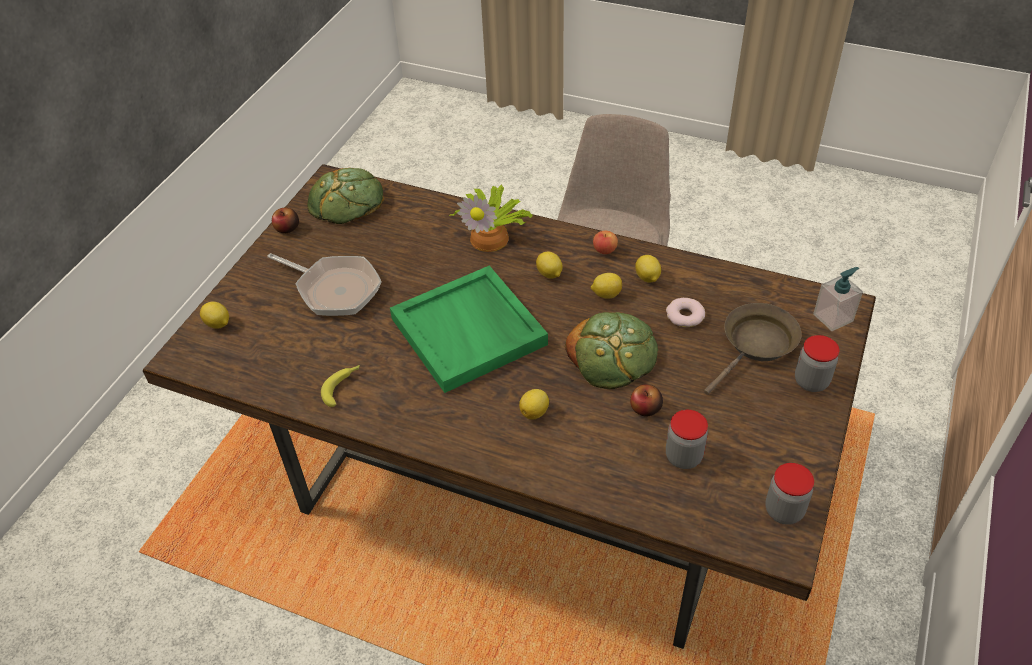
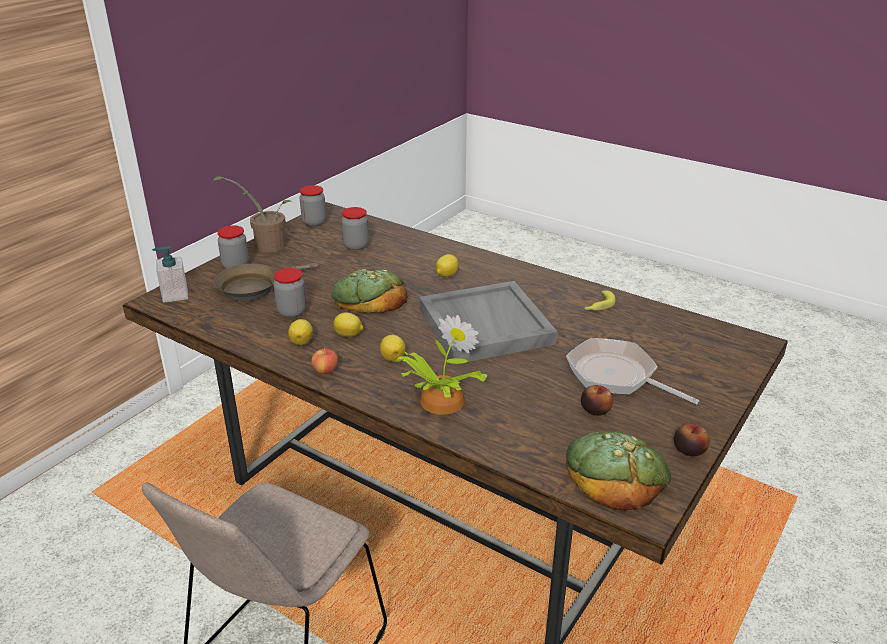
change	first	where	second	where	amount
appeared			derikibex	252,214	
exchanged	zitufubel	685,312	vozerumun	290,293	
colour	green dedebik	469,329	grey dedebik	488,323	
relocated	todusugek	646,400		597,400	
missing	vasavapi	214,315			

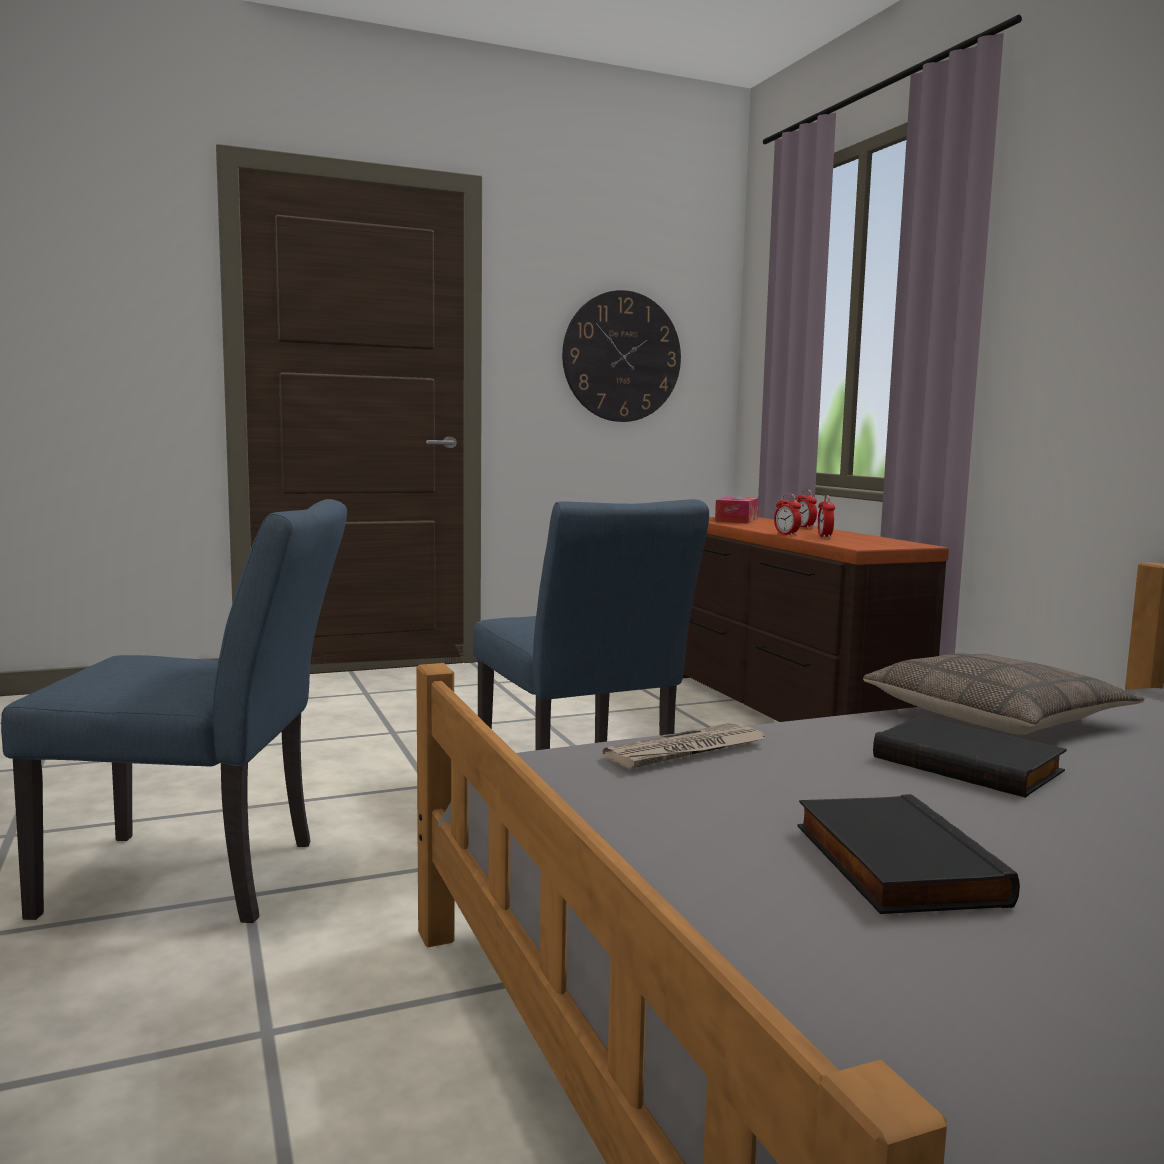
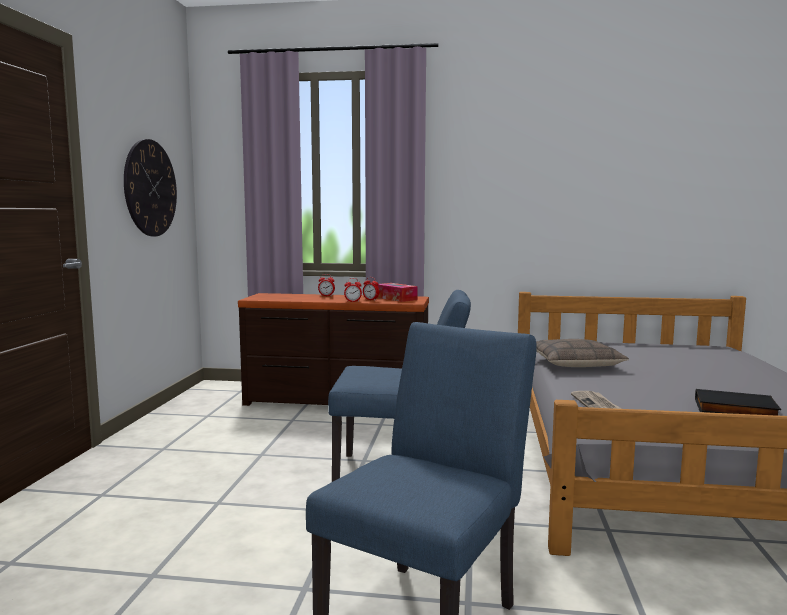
change	first	where	second	where	amount
relocated	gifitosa	737,509		397,292	
missing	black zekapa	970,757			

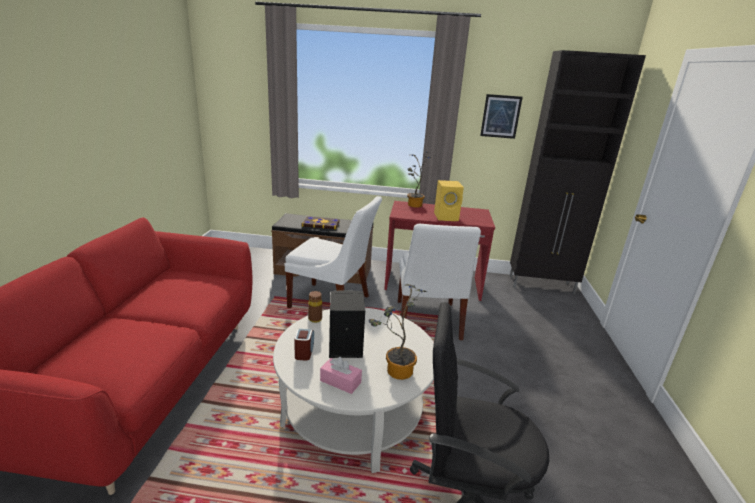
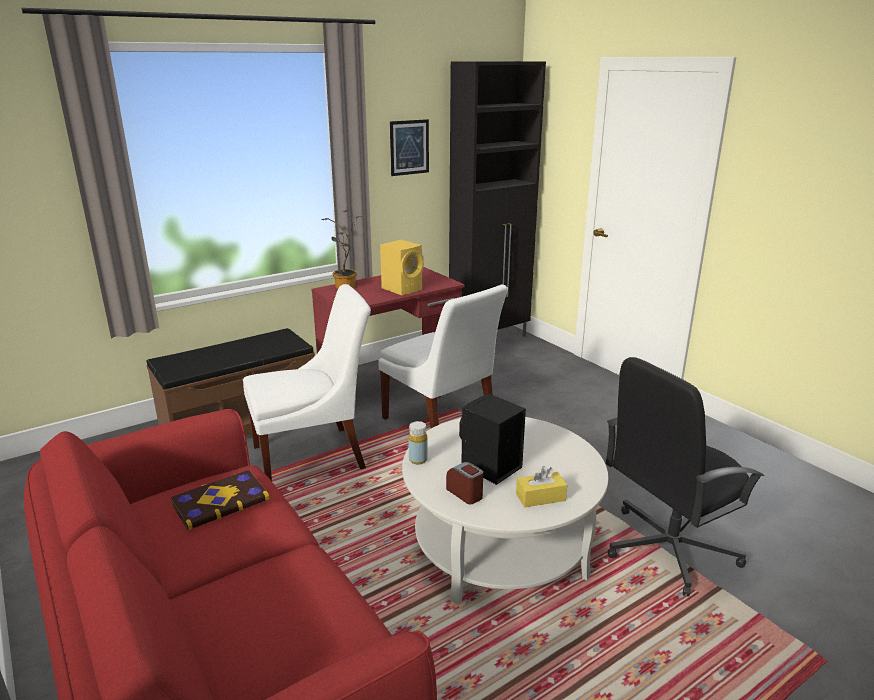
change	first	where	second	where	amount
relocated	zekapa	321,222		220,500	
colour	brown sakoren	315,307	yellow sakoren	418,443	
colour	pink gifitosa	341,375	yellow gifitosa	541,486	
missing	derikibex	398,332			

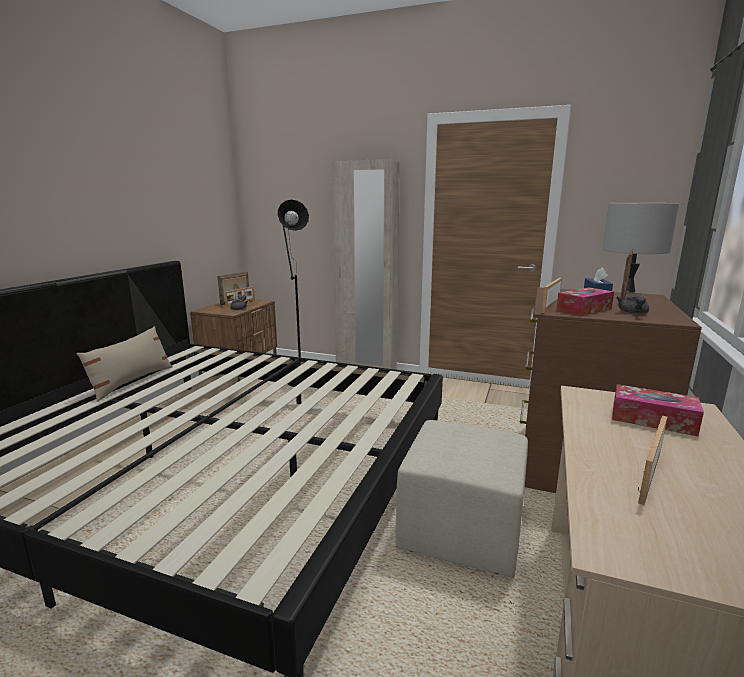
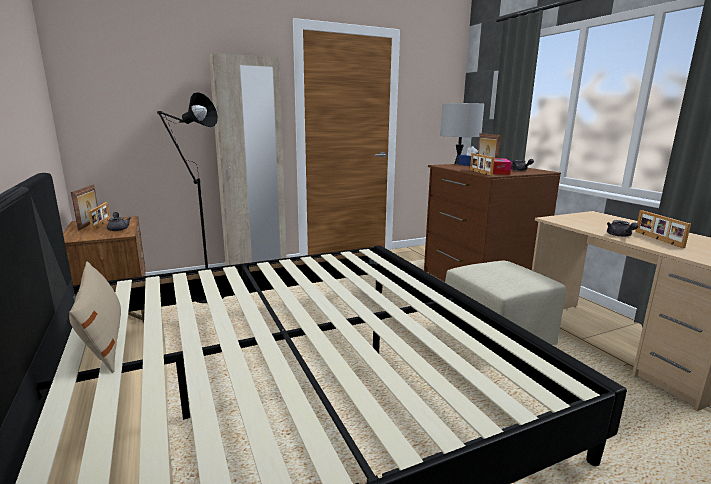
change	first	where	second	where	amount
appeared			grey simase	622,228	
missing	gifitosa	658,410			

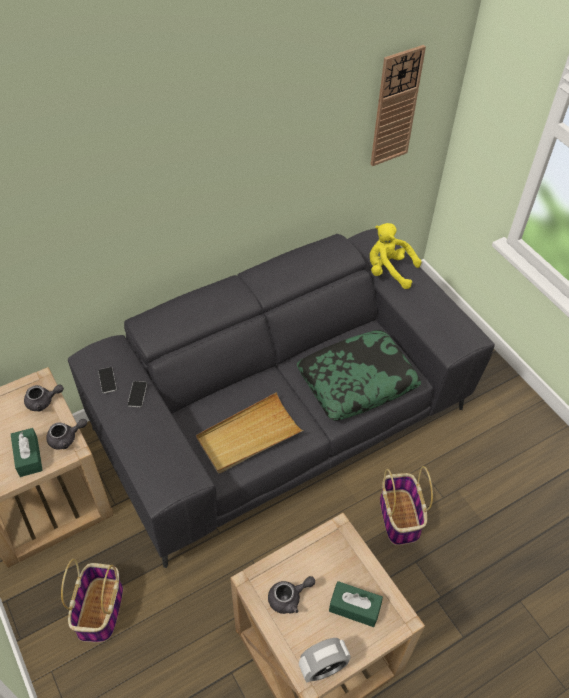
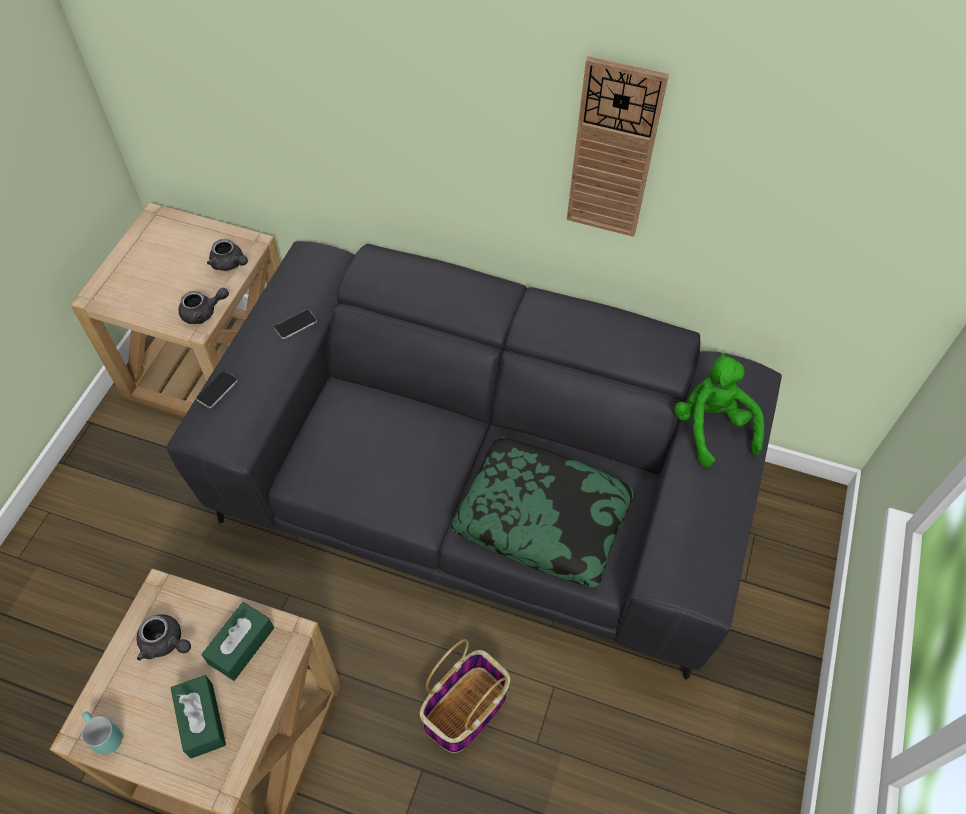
change	first	where	second	where	amount
exchanged	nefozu	325,660	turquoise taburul	102,733	
spun	grey simase	66,434		204,306	45 degrees counterclockwise
relocated	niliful	107,380		217,389	
relocated	green gifitosa	27,452		237,641	
relocated	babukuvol	398,105		618,146	
colour	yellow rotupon	396,256	green rotupon	719,410	
missing	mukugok	92,600			
missing	beige dedebik	250,432			

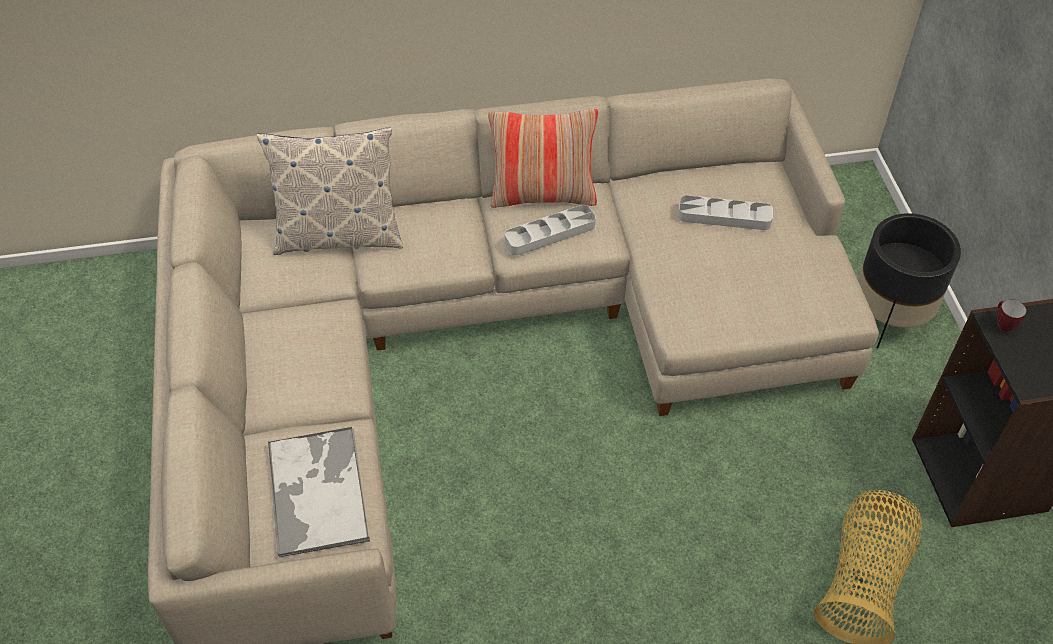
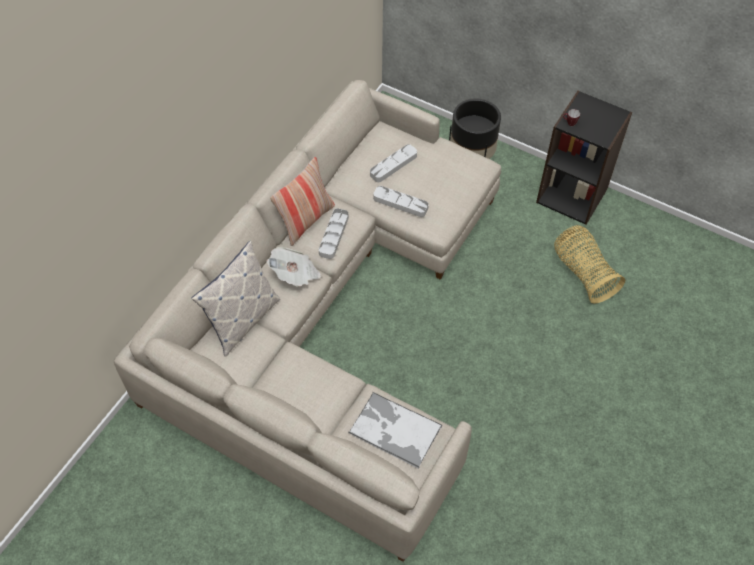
change	first	where	second	where	amount
appeared			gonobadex	294,266	
appeared			grey dedebik	401,201	

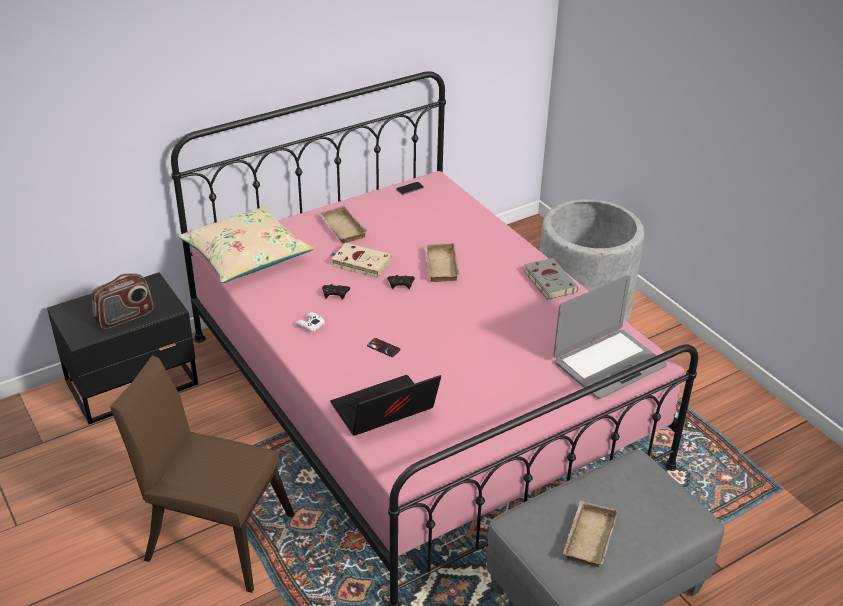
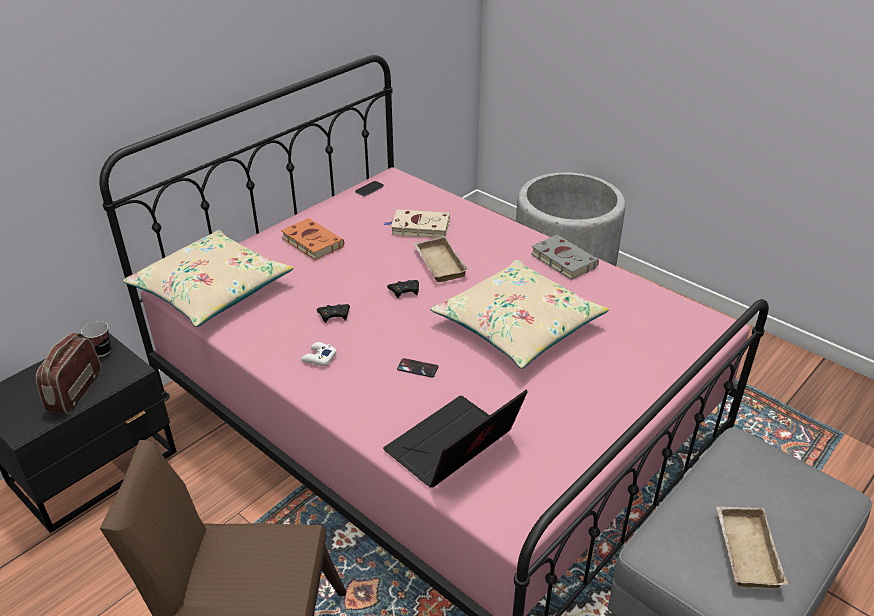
change	first	where	second	where	amount
spun	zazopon	123,301		68,373	150 degrees clockwise
appeared			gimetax	96,339	
exchanged	beige dedebik	343,224	orange zekapa	312,239	
relocated	beige zekapa	361,260		417,223	
appeared			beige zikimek	519,314	
missing	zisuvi	610,337			

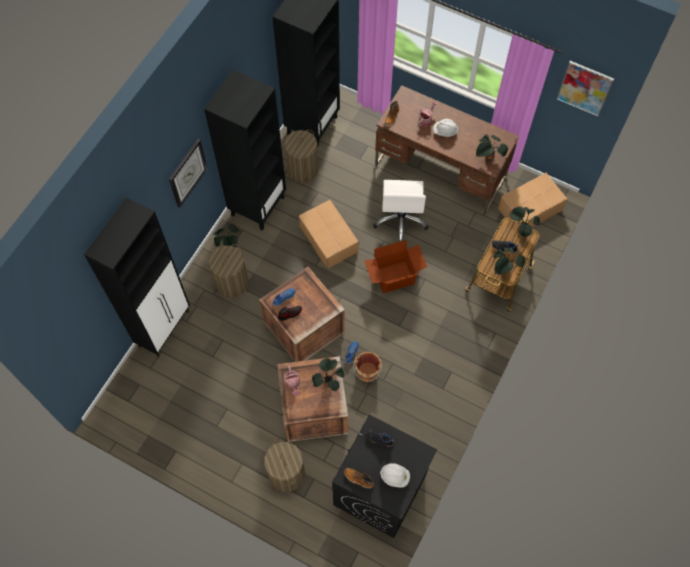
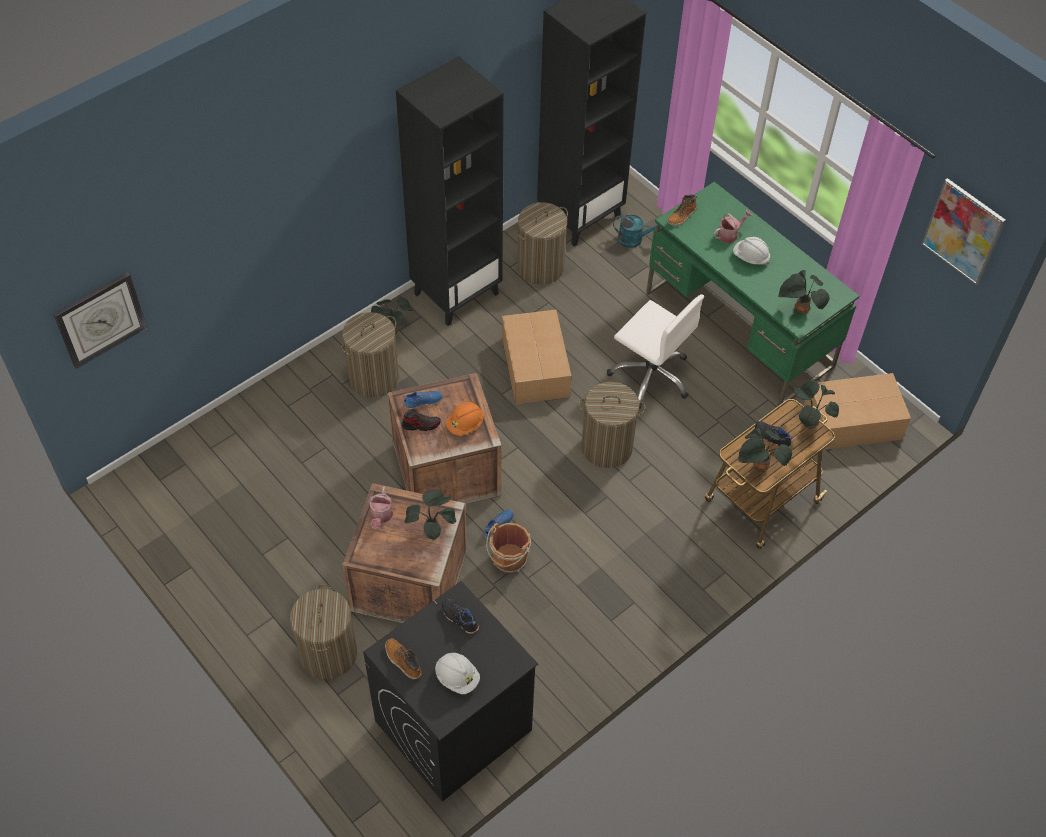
change	first	where	second	where	amount
relocated	babukuvol	188,173		100,320	
appeared			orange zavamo	465,419	
exchanged	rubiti	395,266	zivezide	612,425	
spun	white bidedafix	400,211		655,351	75 degrees counterclockwise
appeared			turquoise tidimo	635,231	
colour	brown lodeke	447,150	green lodeke	752,294	
missing	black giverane	137,277			

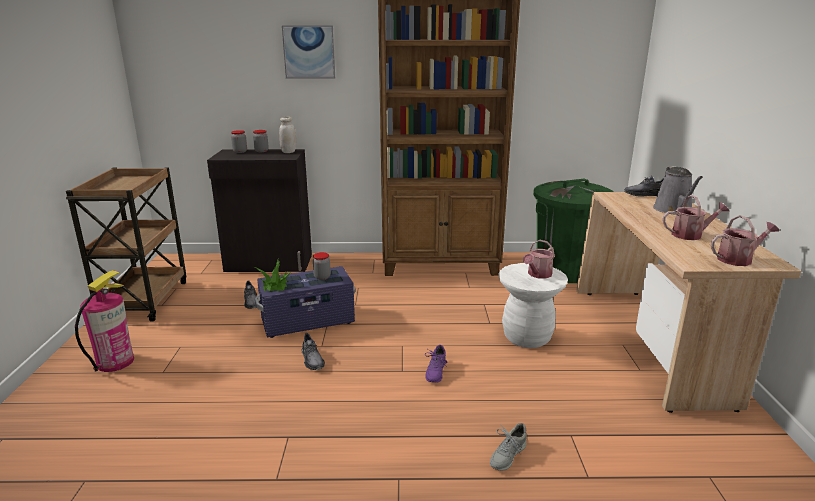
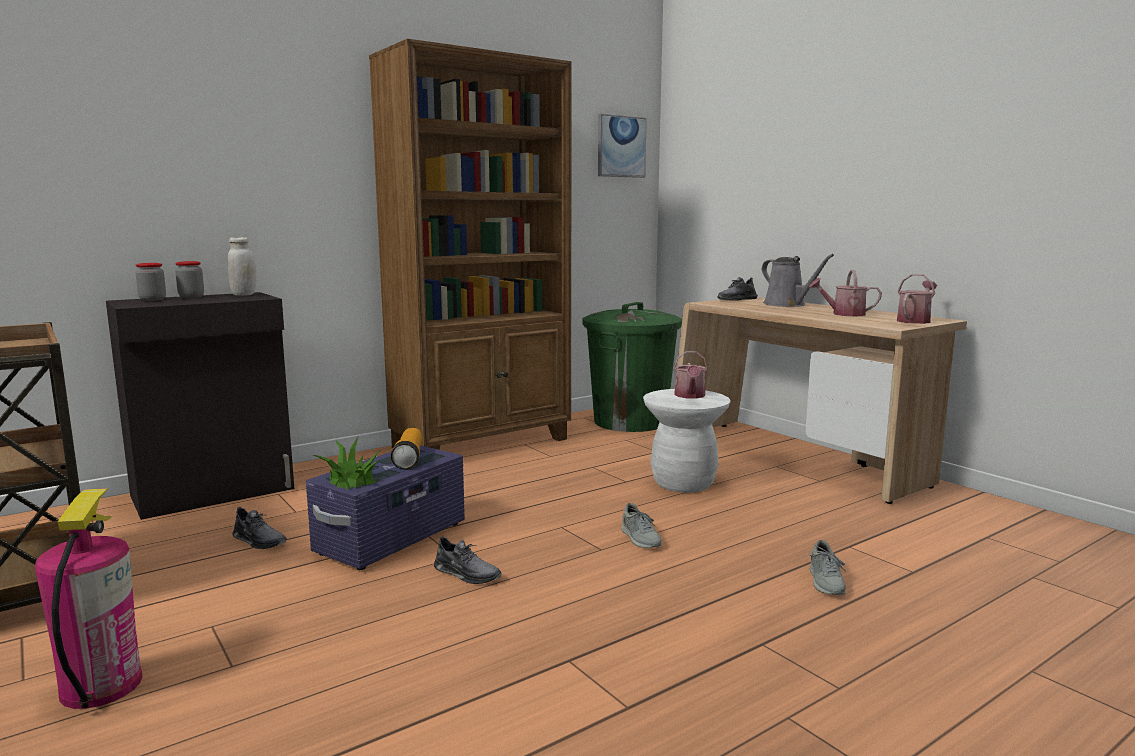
change	first	where	second	where	amount
exchanged	vozerumun	322,266	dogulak	406,448	
relocated	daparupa	308,52		622,146	
colour	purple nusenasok	436,364	grey nusenasok	642,525	
spun	tidimo	696,217		845,293	135 degrees counterclockwise

